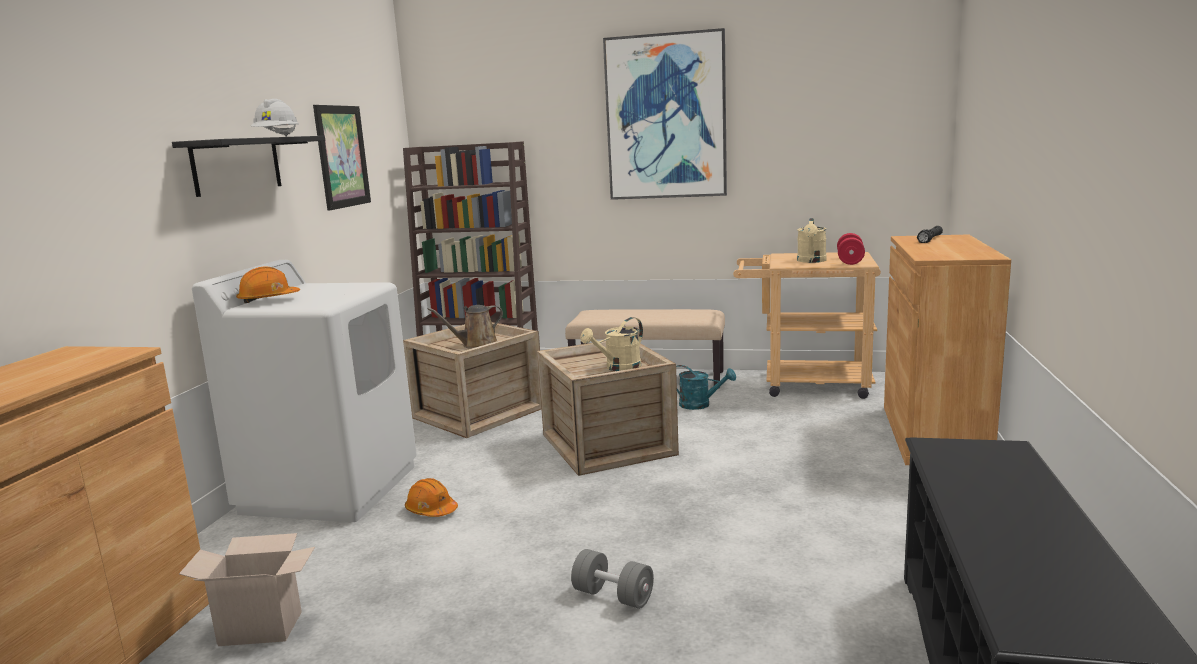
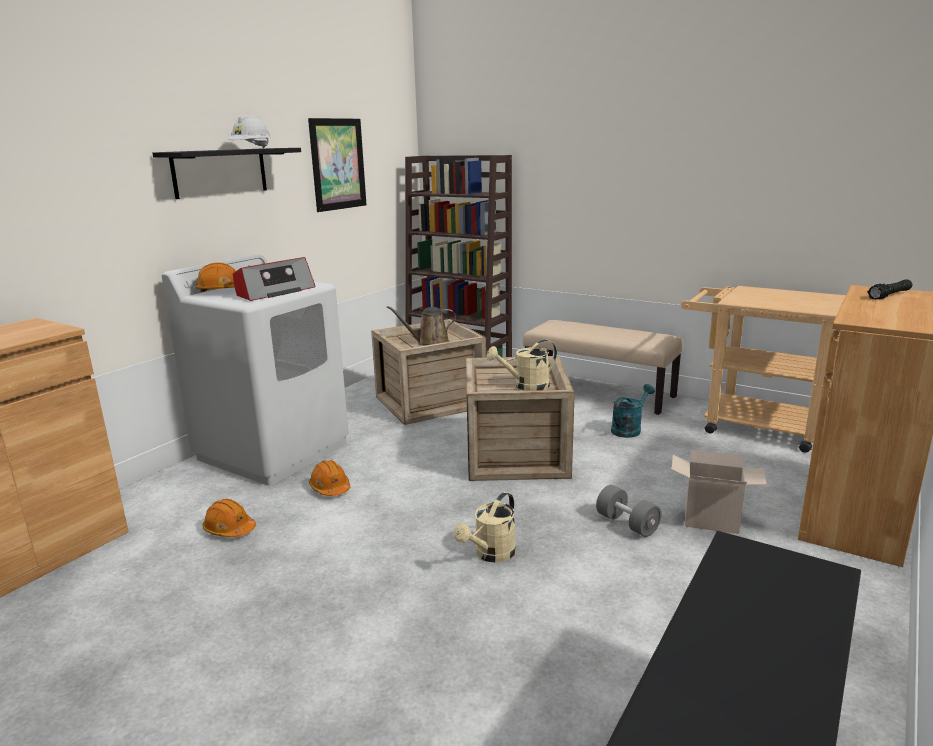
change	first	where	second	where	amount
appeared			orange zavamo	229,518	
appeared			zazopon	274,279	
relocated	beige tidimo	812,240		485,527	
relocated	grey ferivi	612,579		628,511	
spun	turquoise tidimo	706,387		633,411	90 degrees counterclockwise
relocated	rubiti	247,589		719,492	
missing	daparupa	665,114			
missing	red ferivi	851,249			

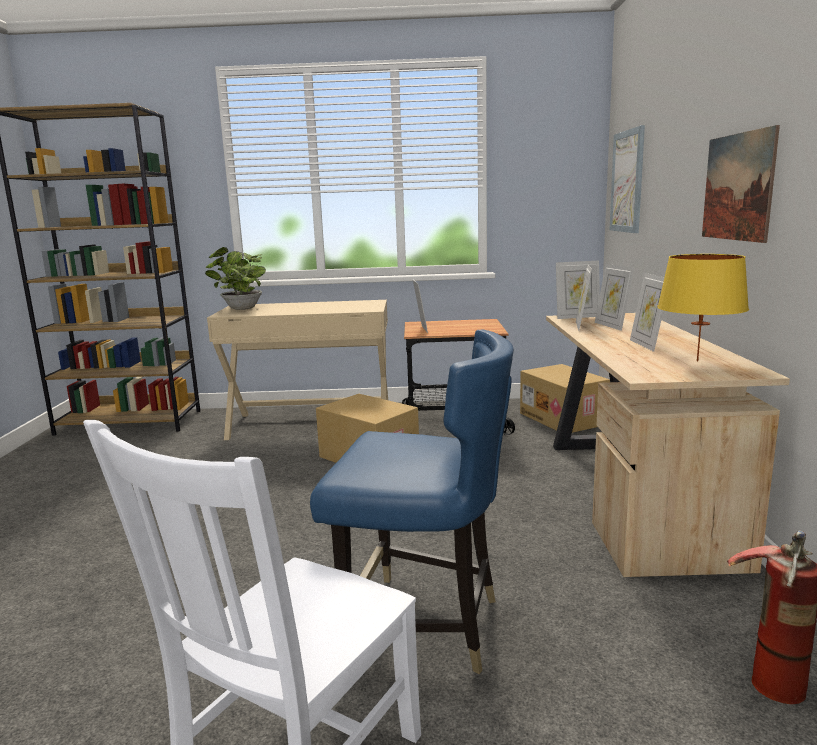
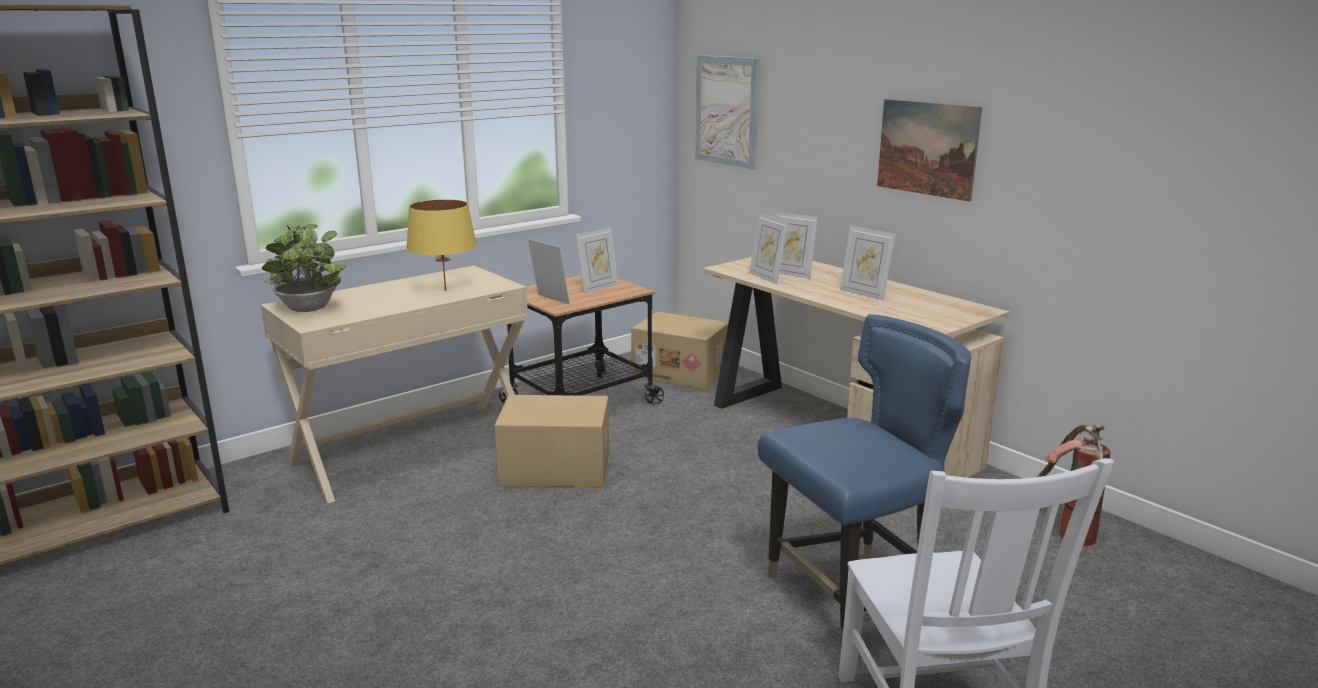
change	first	where	second	where	amount
relocated	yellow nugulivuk	703,307		441,245	
relocated	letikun	578,290		597,260	

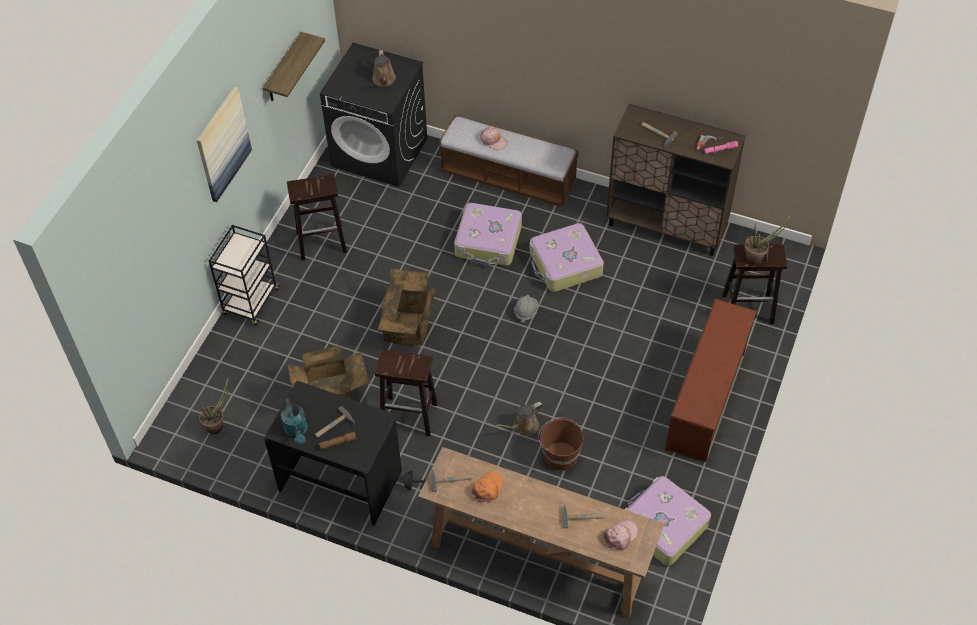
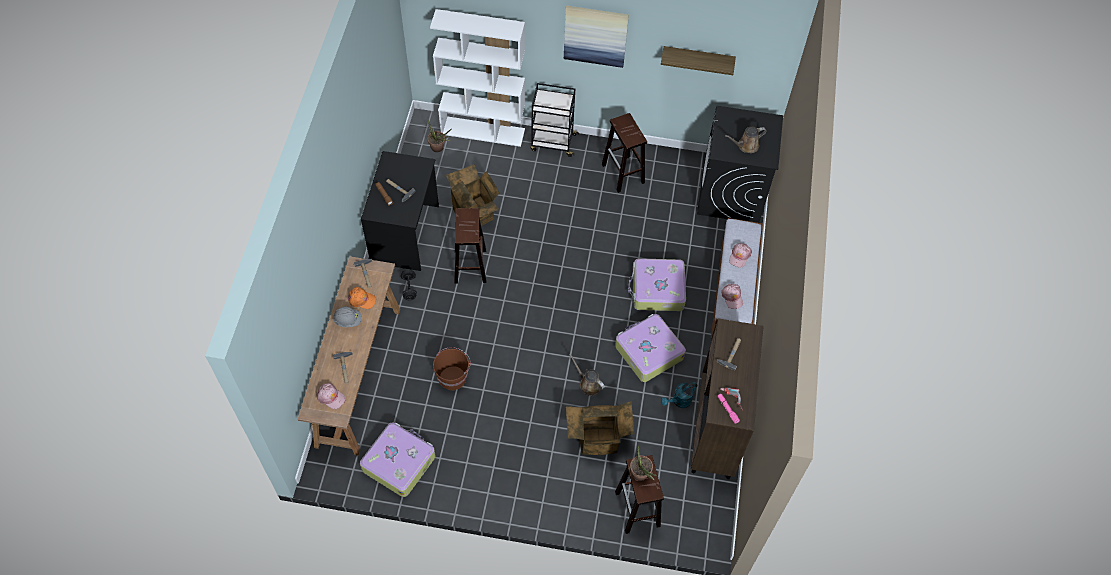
change	first	where	second	where	amount
relocated	grey zavamo	526,309		347,316	
appeared			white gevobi	477,78	
relocated	rubiti	407,307		600,428	
relocated	brown tidimo	519,419		587,375	
relocated	turquoise tidimo	294,421		679,395	
appeared			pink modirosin	732,296	
missing	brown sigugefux	711,380			

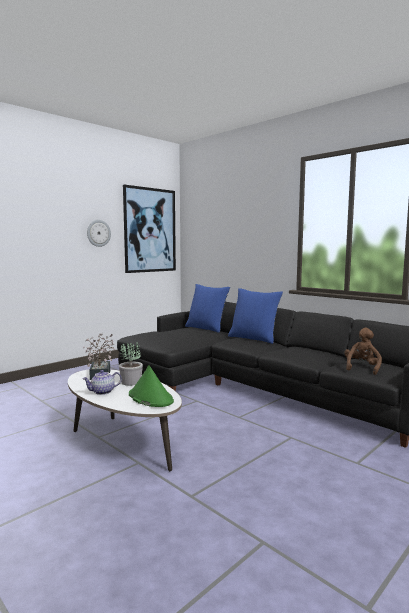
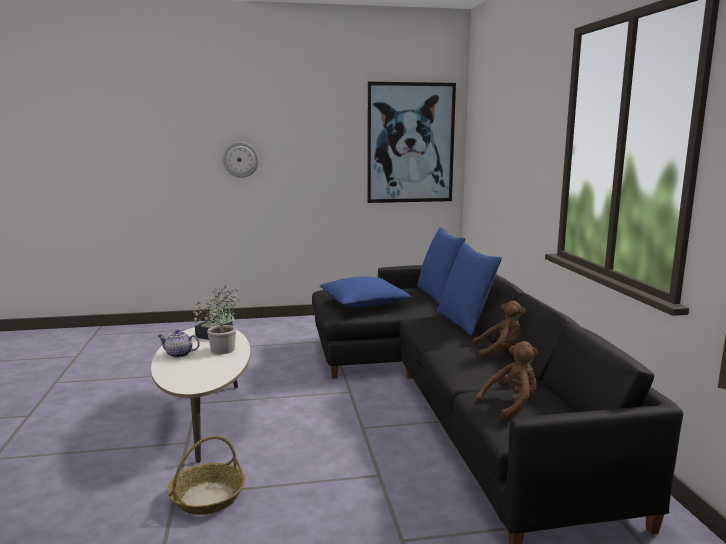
change	first	where	second	where	amount
appeared			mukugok	206,475	
relocated	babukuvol	99,233		241,160	
appeared			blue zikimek	365,291	
appeared			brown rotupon	499,330	
missing	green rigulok	151,386			

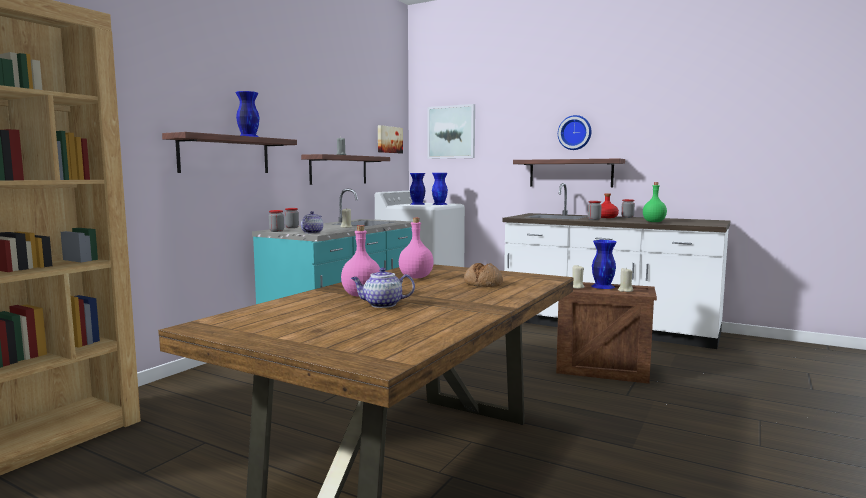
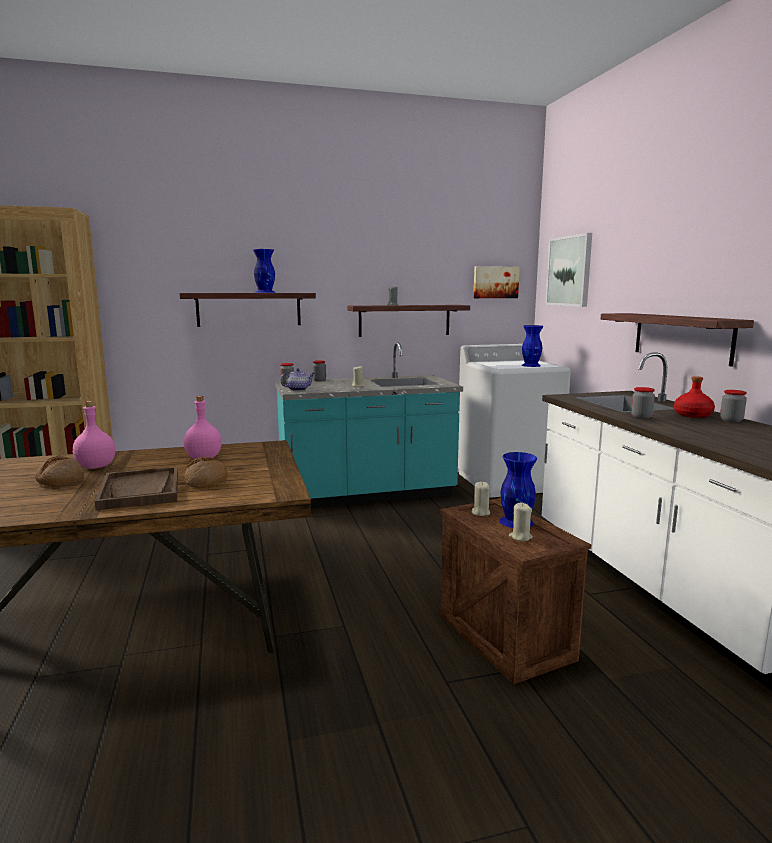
change	first	where	second	where	amount
exchanged	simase	383,288	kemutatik	59,471	
appeared			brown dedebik	136,488	
missing	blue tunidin	418,189			
missing	babukuvol	574,132			
missing	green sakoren	655,202			

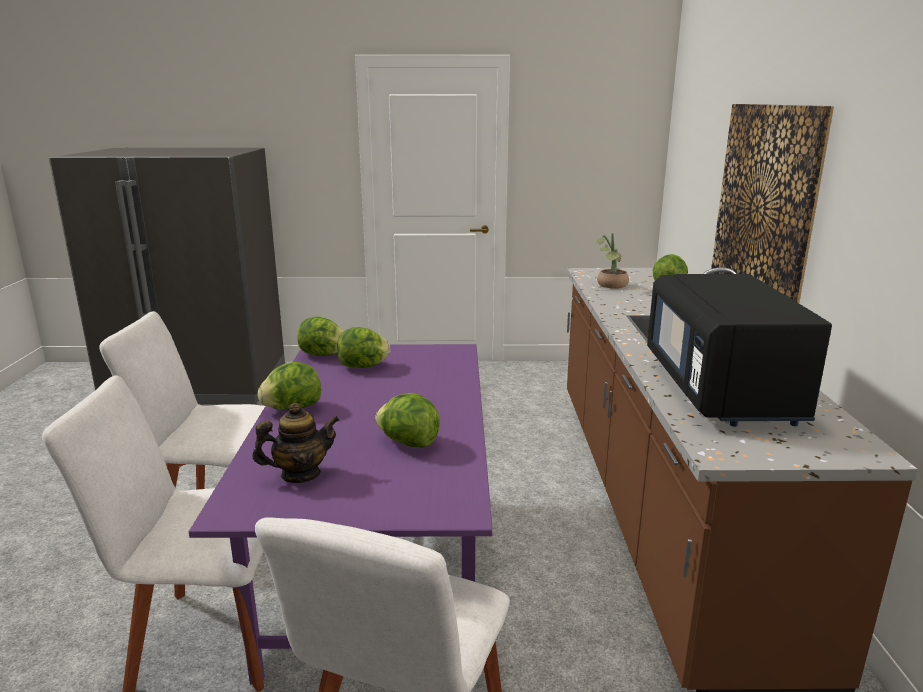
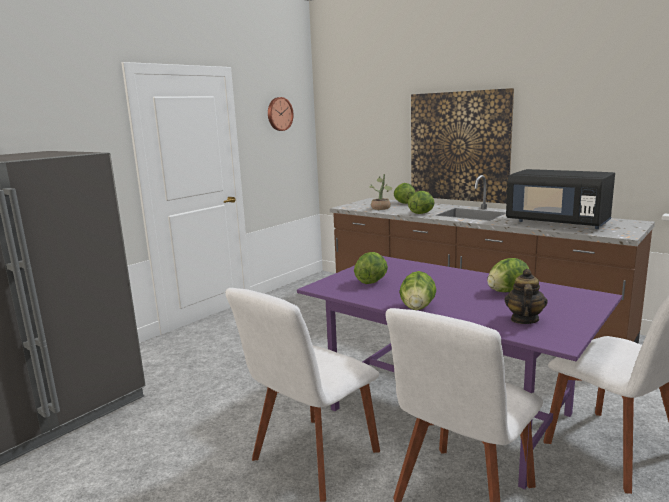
change	first	where	second	where	amount
appeared			babukuvol	281,114	
relocated	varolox	320,336		421,202	

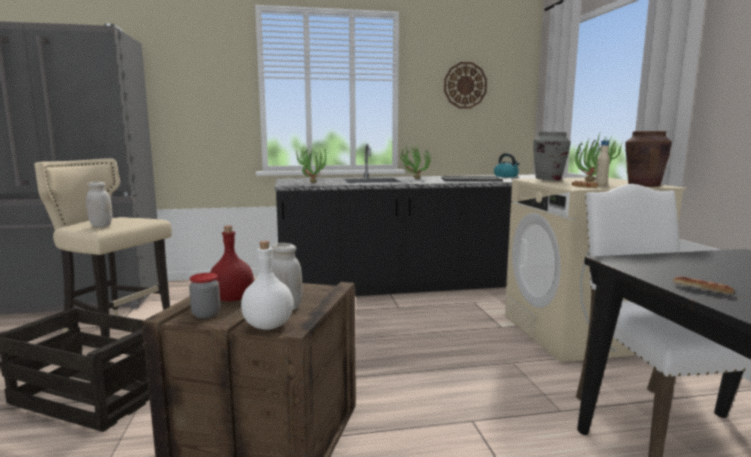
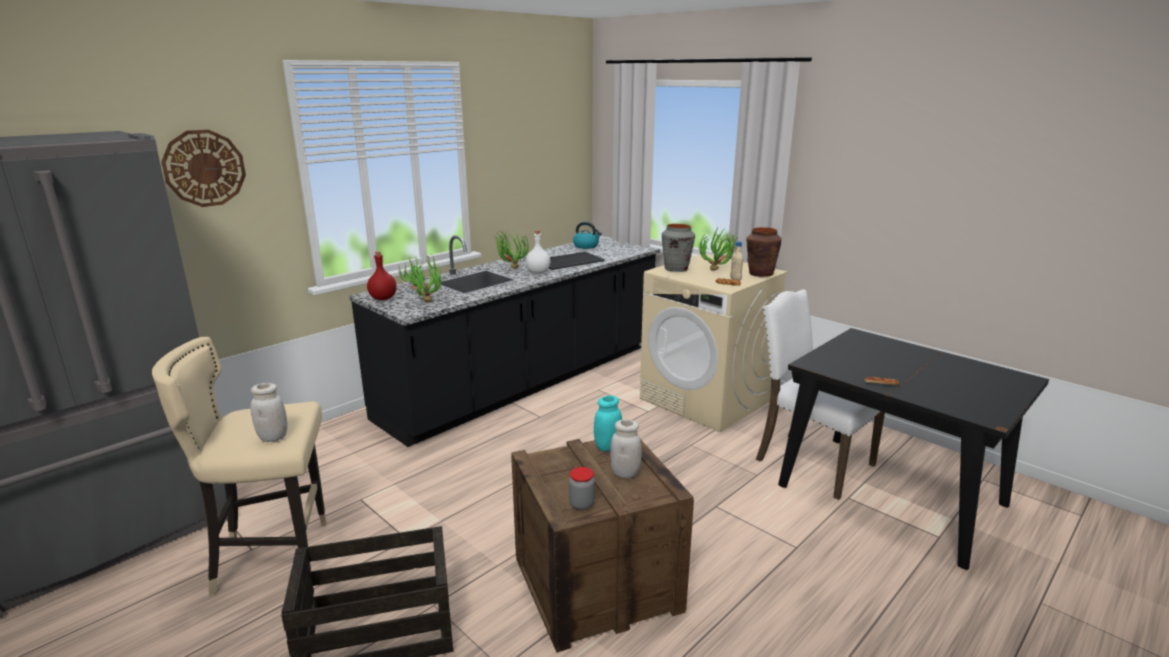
change	first	where	second	where	amount
relocated	babukuvol	465,85		203,168	
relocated	red sakoren	232,264		382,275	
relocated	white sakoren	267,285		538,252	
appeared			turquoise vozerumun	608,423	

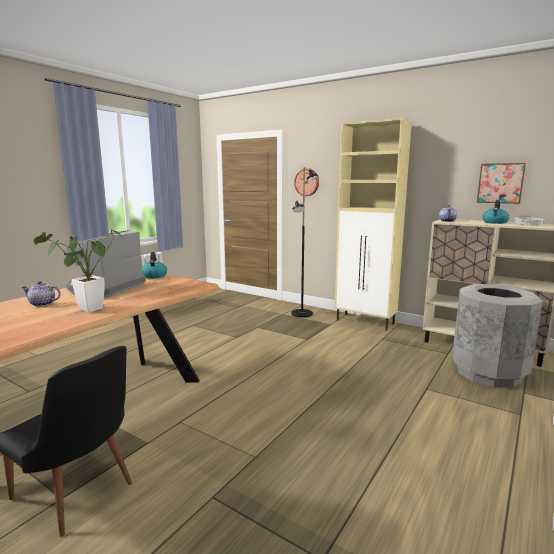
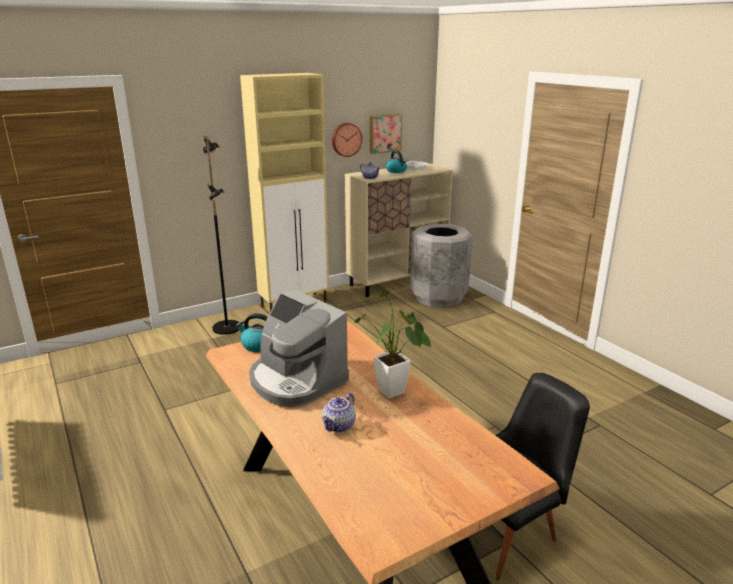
change	first	where	second	where	amount
relocated	babukuvol	306,182		347,140	

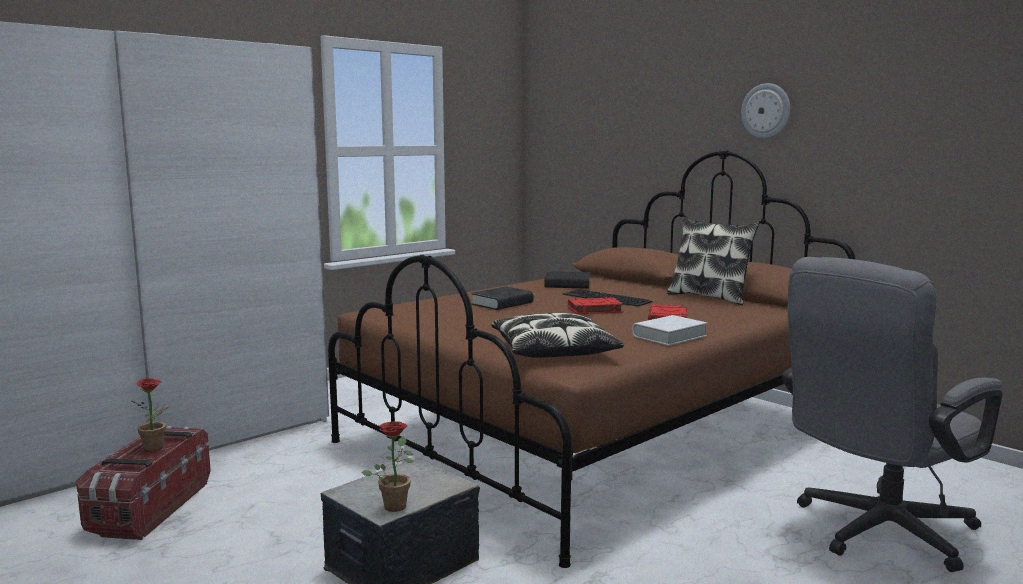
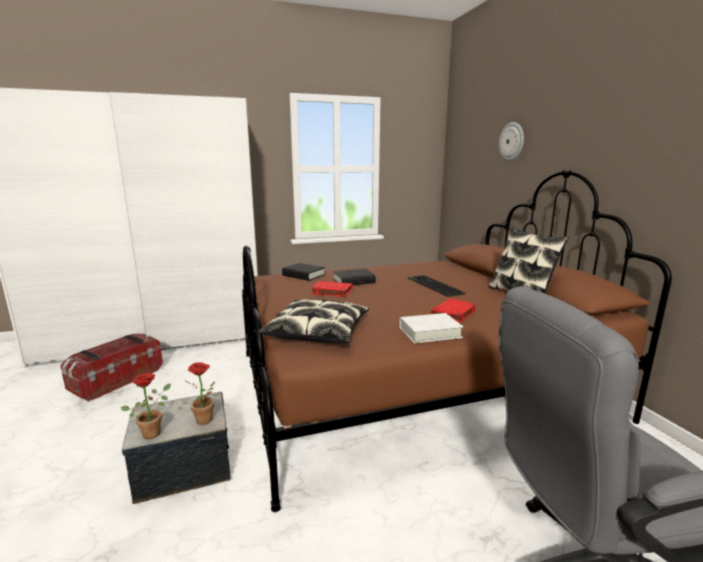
change	first	where	second	where	amount
relocated	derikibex	150,414		200,393	
relocated	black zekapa	567,280		303,272	
relocated	red zekapa	595,306		332,289	
relocated	babukuvol	765,111		511,141	

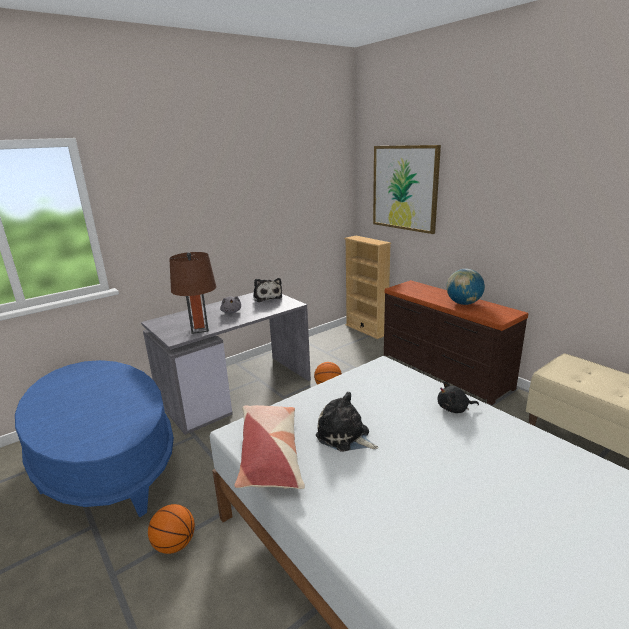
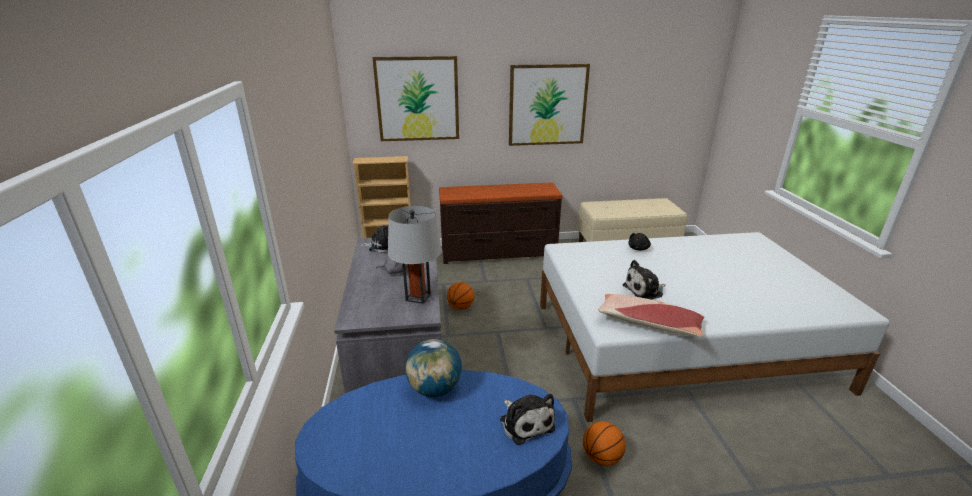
change	first	where	second	where	amount
colour	brown nugulivuk	192,293	grey nugulivuk	415,255	
relocated	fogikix	466,287		433,368	
appeared			rotupon	527,419	
appeared			daparupa	549,105	

